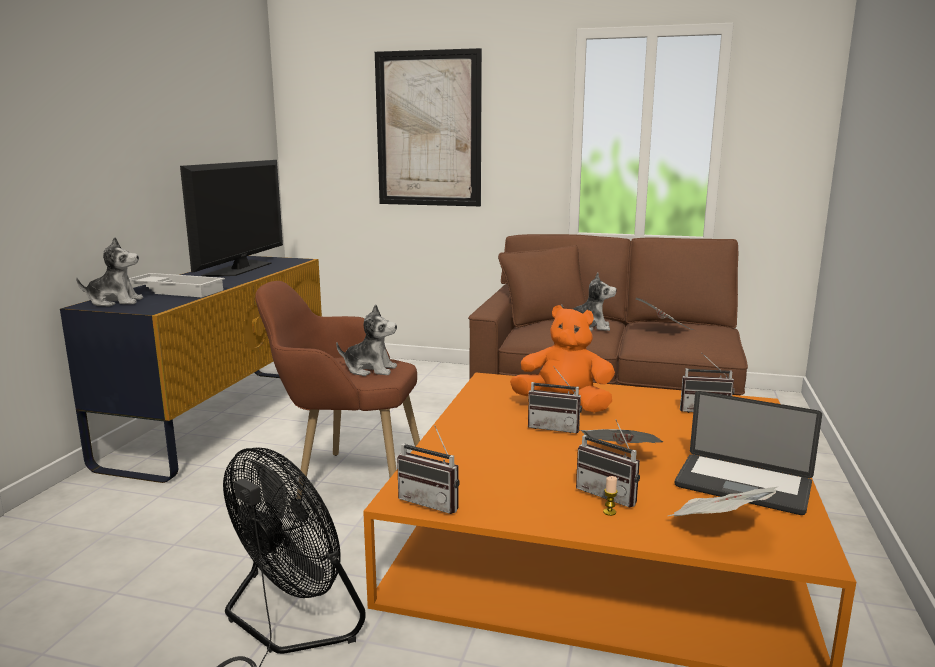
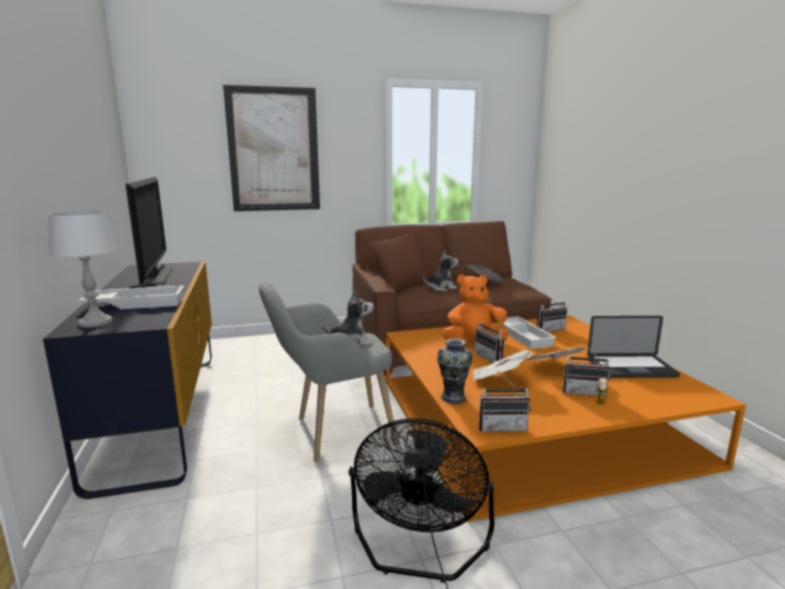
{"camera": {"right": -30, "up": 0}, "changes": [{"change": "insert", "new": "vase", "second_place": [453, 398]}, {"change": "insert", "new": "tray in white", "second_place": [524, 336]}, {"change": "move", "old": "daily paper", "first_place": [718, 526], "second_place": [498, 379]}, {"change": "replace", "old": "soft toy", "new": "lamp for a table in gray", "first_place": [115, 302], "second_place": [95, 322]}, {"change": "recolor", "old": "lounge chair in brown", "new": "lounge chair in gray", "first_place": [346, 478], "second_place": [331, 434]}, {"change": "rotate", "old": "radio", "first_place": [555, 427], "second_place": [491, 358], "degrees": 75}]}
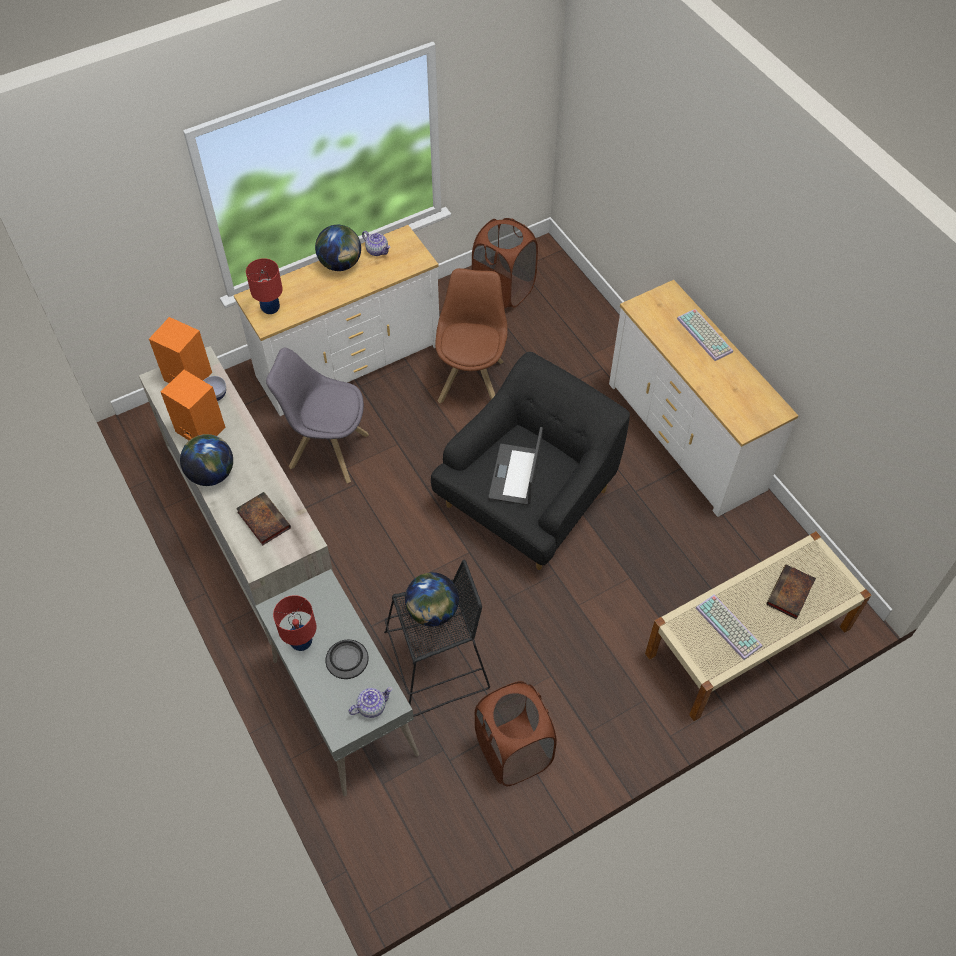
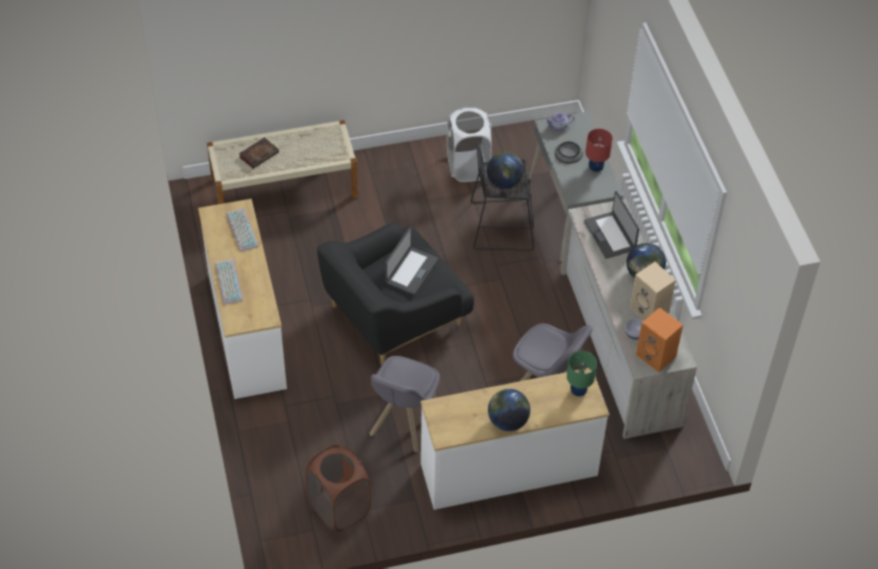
{"camera": {"right": -165, "up": -5}, "changes": [{"change": "delete", "old": "tea pot", "first_place": [377, 250]}, {"change": "move", "old": "PC keyboard", "first_place": [730, 627], "second_place": [241, 229]}, {"change": "replace", "old": "volume", "new": "portable computer", "first_place": [262, 519], "second_place": [610, 235]}, {"change": "recolor", "old": "audio speaker in orange-coloured", "new": "audio speaker in beige-coloured", "first_place": [199, 429], "second_place": [650, 310]}, {"change": "recolor", "old": "lamp for a table in red", "new": "lamp for a table in green-coloured", "first_place": [270, 310], "second_place": [578, 390]}, {"change": "recolor", "old": "upright chair in brown", "new": "upright chair in gray", "first_place": [472, 381], "second_place": [404, 422]}, {"change": "recolor", "old": "hamper in brown", "new": "hamper in white", "first_place": [513, 752], "second_place": [467, 166]}]}
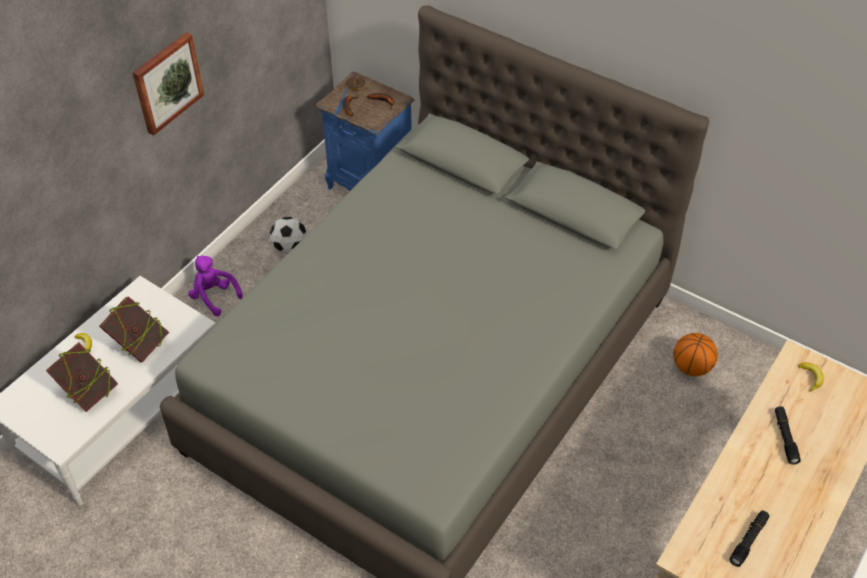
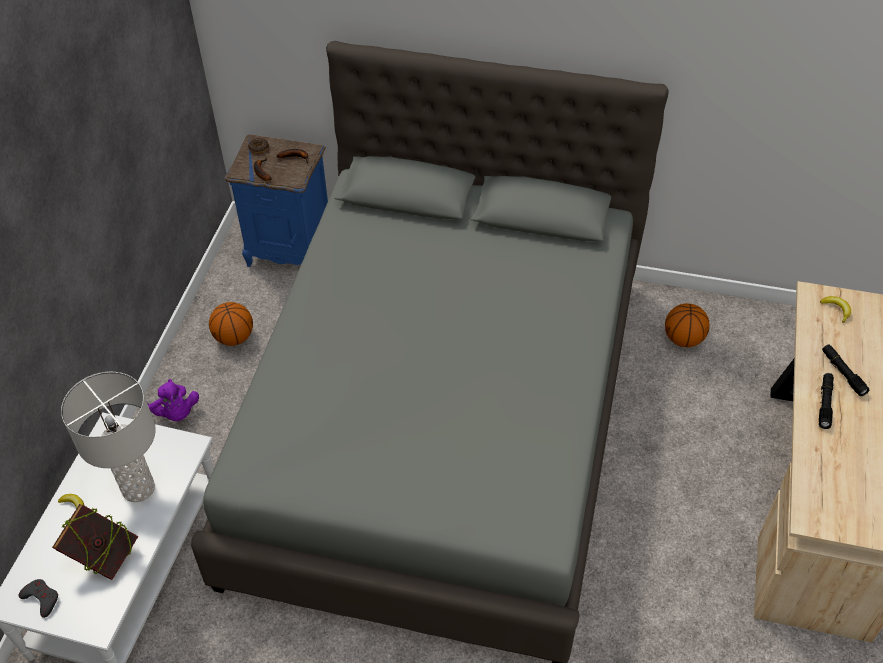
{"camera": {"right": -20, "up": 0}, "changes": [{"change": "delete", "old": "wall art", "first_place": [167, 82]}, {"change": "insert", "new": "gamepad in gray", "second_place": [41, 598]}, {"change": "move", "old": "flashlight in blackish", "first_place": [748, 540], "second_place": [825, 403]}, {"change": "replace", "old": "volume", "new": "lamp for a table in white", "first_place": [140, 345], "second_place": [138, 487]}, {"change": "replace", "old": "football ball", "new": "basketball", "first_place": [290, 247], "second_place": [234, 338]}, {"change": "rotate", "old": "soft toy in purple", "first_place": [214, 296], "second_place": [175, 413], "degrees": -150}]}
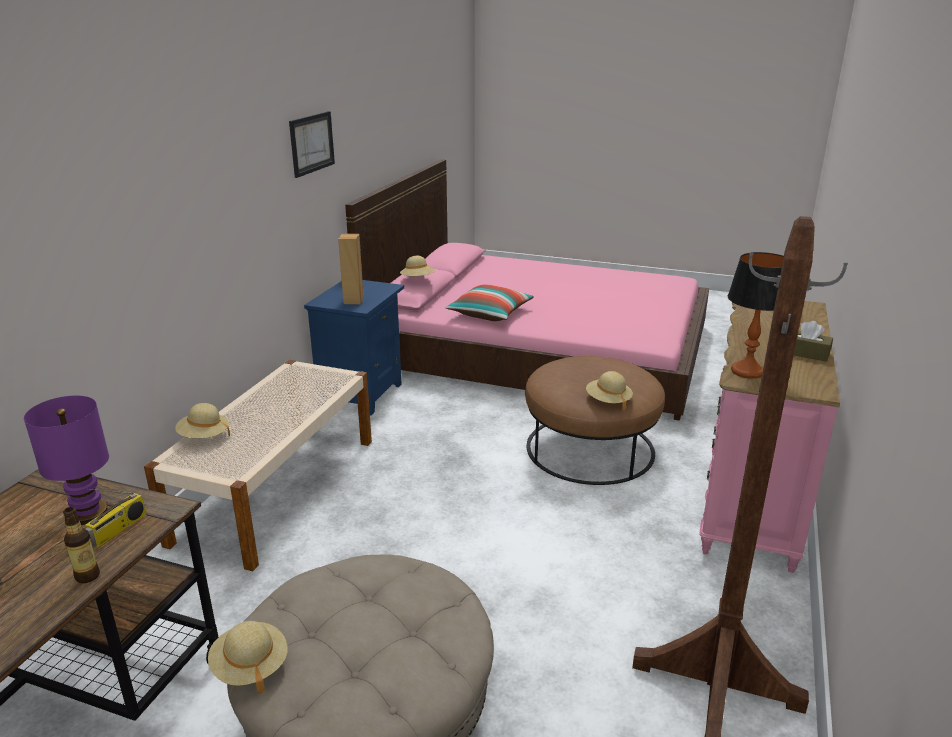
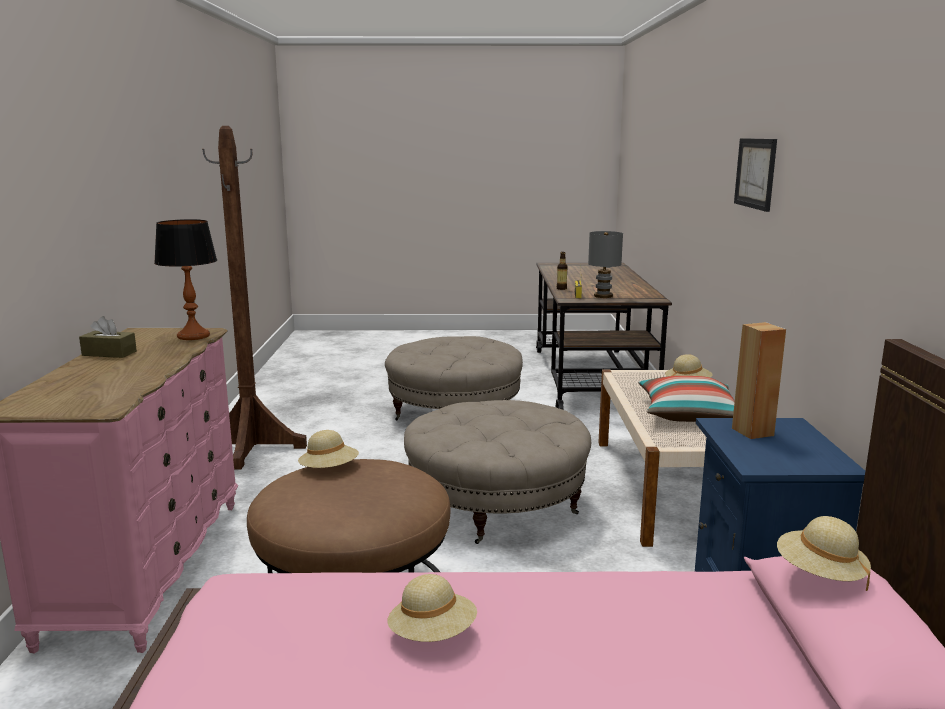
{"camera": {"right": 160, "up": -10}, "changes": [{"change": "insert", "new": "pouffe in beige-coloured", "second_place": [496, 505]}, {"change": "move", "old": "clothing hat in beige-coloured", "first_place": [250, 666], "second_place": [433, 635]}, {"change": "move", "old": "wall art", "first_place": [311, 143], "second_place": [755, 173]}, {"change": "move", "old": "throw pillow", "first_place": [490, 314], "second_place": [688, 414]}, {"change": "recolor", "old": "lamp for a table in purple", "new": "lamp for a table in gray", "first_place": [88, 514], "second_place": [602, 296]}]}
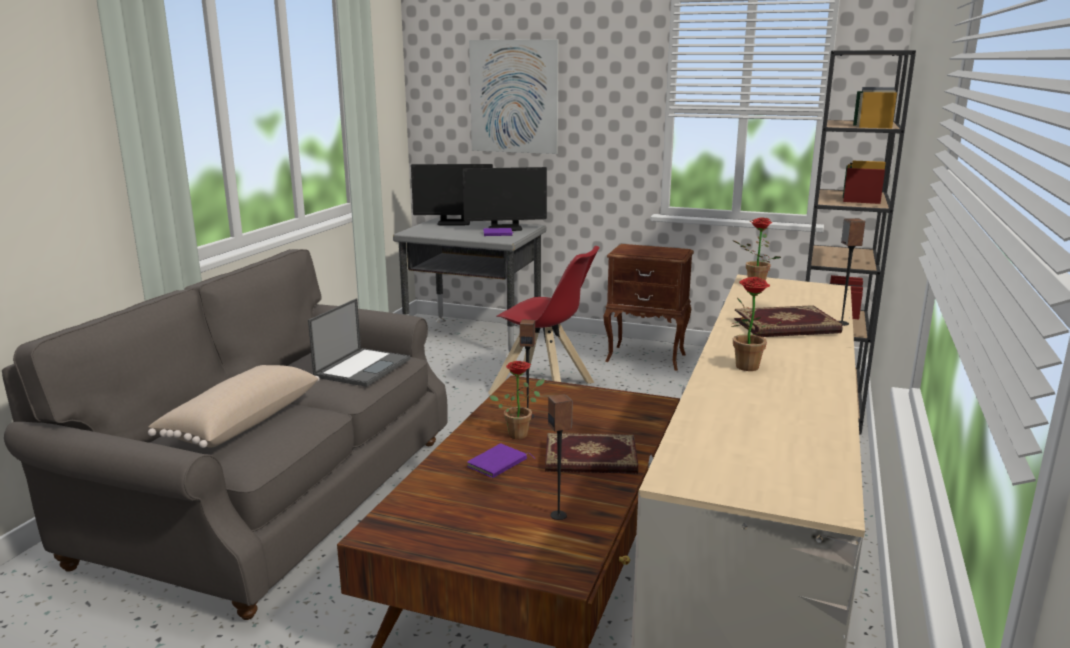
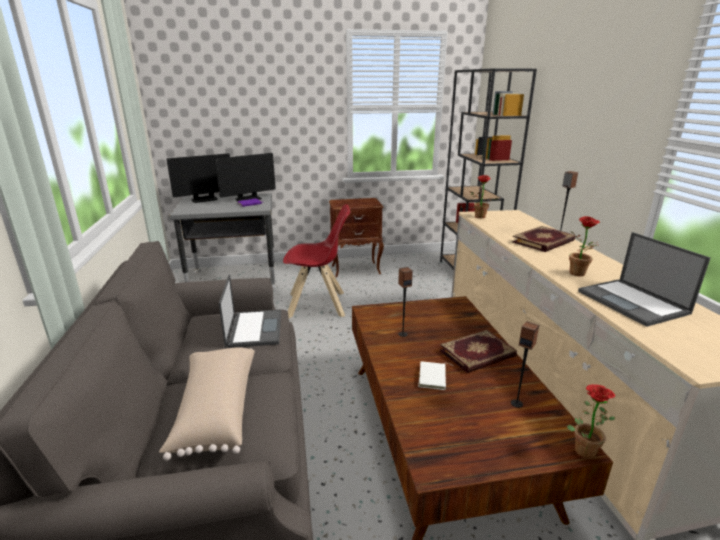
{"camera": {"right": -30, "up": 5}, "changes": [{"change": "delete", "old": "wall art", "first_place": [514, 97]}, {"change": "insert", "new": "portable computer", "second_place": [633, 302]}, {"change": "move", "old": "potted plant", "first_place": [520, 433], "second_place": [583, 448]}, {"change": "recolor", "old": "volume in purple", "new": "volume in white", "first_place": [498, 464], "second_place": [433, 377]}]}
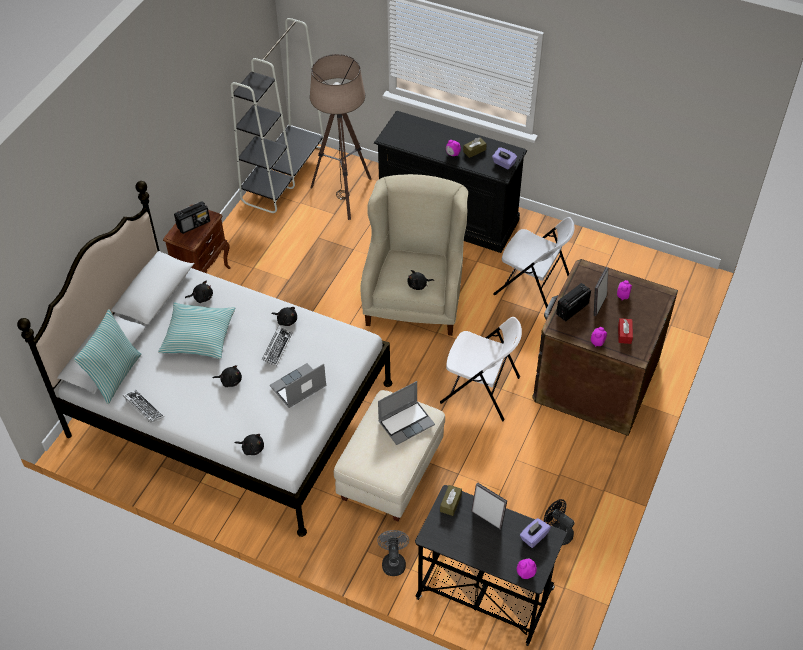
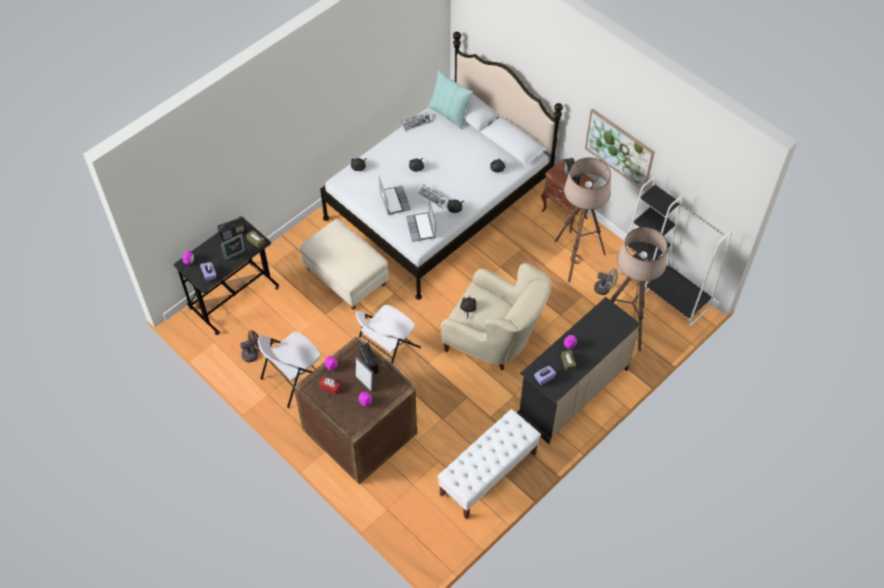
{"camera": {"right": 110, "up": 5}, "changes": [{"change": "delete", "old": "throw pillow", "first_place": [198, 336]}, {"change": "insert", "new": "radio", "second_place": [233, 234]}, {"change": "insert", "new": "indoor bench in white", "second_place": [488, 474]}, {"change": "insert", "new": "standard lamp", "second_place": [576, 258]}, {"change": "insert", "new": "wall art", "second_place": [619, 149]}, {"change": "move", "old": "electric fan in gray", "first_place": [393, 561], "second_place": [604, 289]}, {"change": "move", "old": "portable computer", "first_place": [406, 422], "second_place": [421, 228]}, {"change": "move", "old": "upright chair in white", "first_place": [532, 287], "second_place": [294, 378]}]}
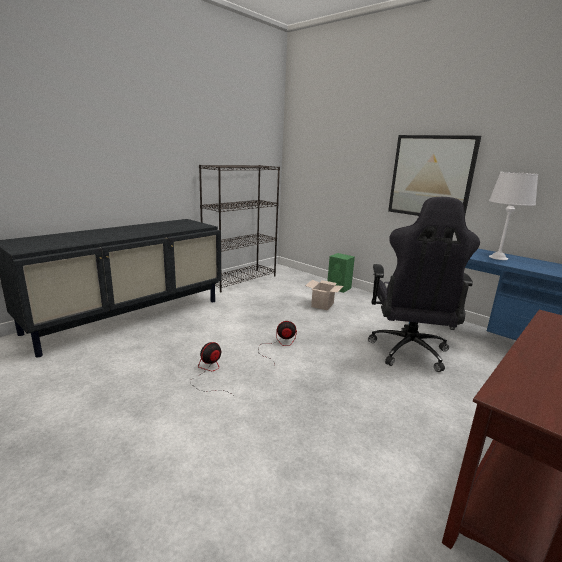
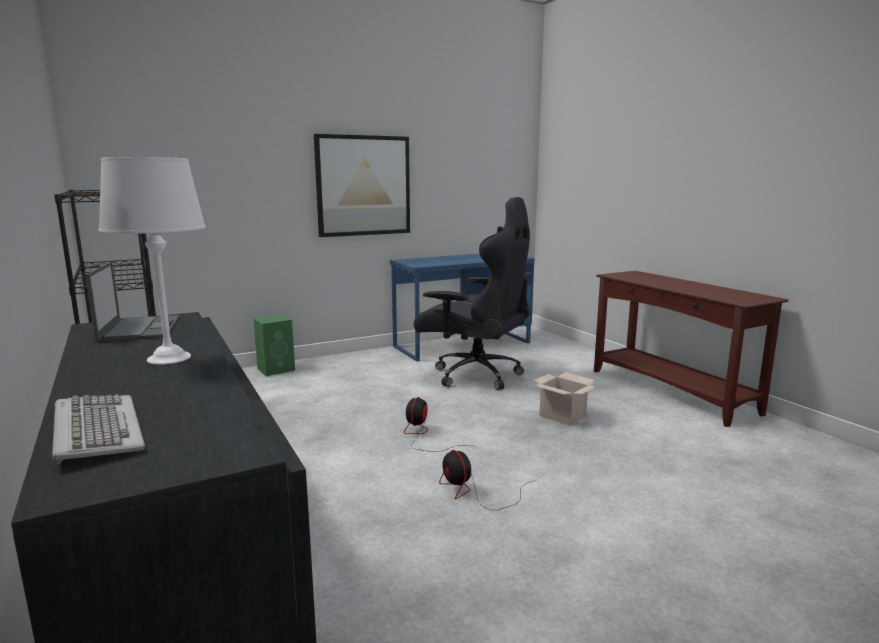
{"camera": {"right": -70, "up": -5}, "changes": [{"change": "insert", "new": "PC keyboard", "second_place": [95, 431]}, {"change": "insert", "new": "portable computer", "second_place": [140, 328]}, {"change": "move", "old": "cardboard box", "first_place": [322, 305], "second_place": [564, 416]}, {"change": "move", "old": "lamp for a table in white", "first_place": [498, 257], "second_place": [168, 358]}]}
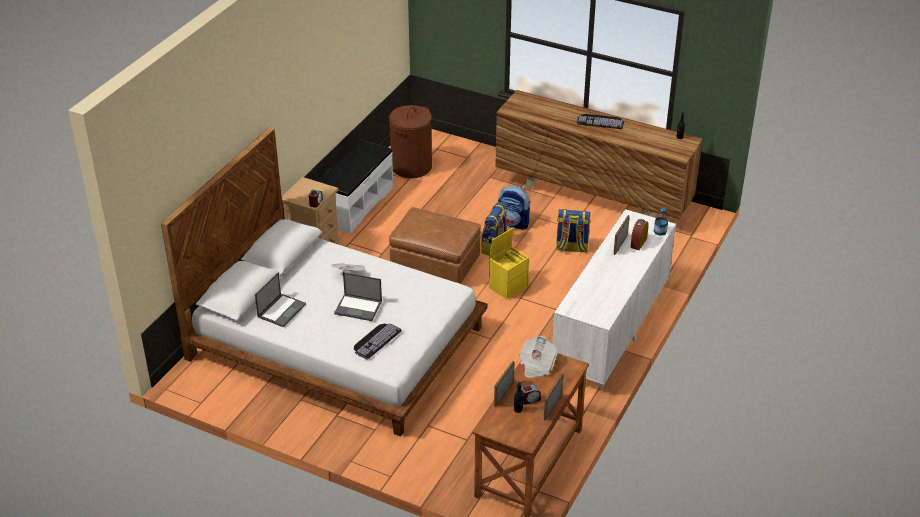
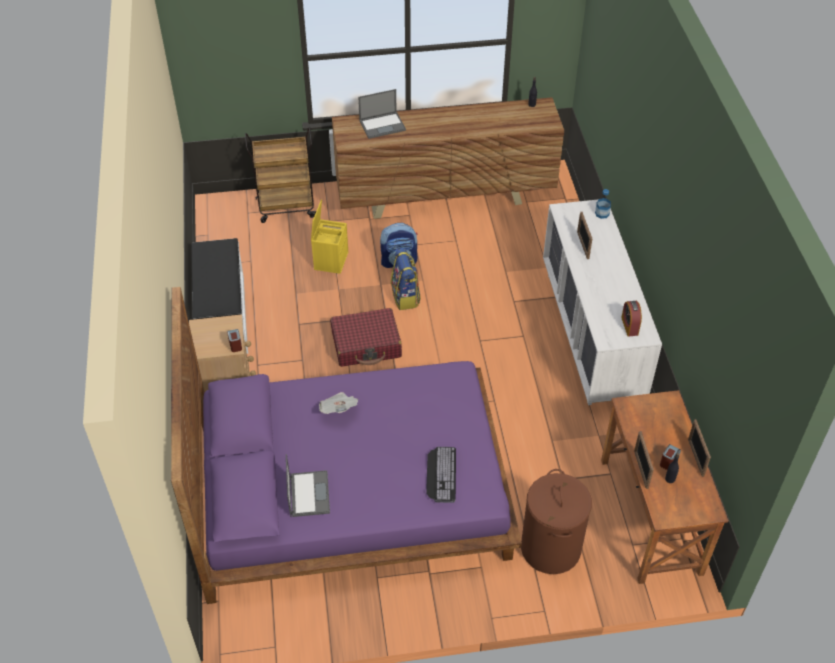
{"camera": {"right": -35, "up": 10}, "changes": [{"change": "delete", "old": "daily paper", "first_place": [536, 365]}, {"change": "delete", "old": "rucksack", "first_place": [571, 248]}, {"change": "delete", "old": "PC keyboard", "first_place": [600, 121]}, {"change": "insert", "new": "wheeled cart in brown", "second_place": [287, 208]}, {"change": "move", "old": "portable computer", "first_place": [359, 307], "second_place": [383, 125]}, {"change": "move", "old": "hamper in brown", "first_place": [411, 167], "second_place": [551, 548]}, {"change": "move", "old": "storage box in yellow", "first_place": [508, 286], "second_place": [330, 260]}, {"change": "move", "old": "table clock", "first_place": [638, 243], "second_place": [629, 326]}, {"change": "replace", "old": "pouffe in brown", "new": "piece of luggage in red", "first_place": [435, 264], "second_place": [366, 345]}, {"change": "recolor", "old": "sleeping bed in white", "new": "sleeping bed in purple", "first_place": [338, 342], "second_place": [352, 487]}]}
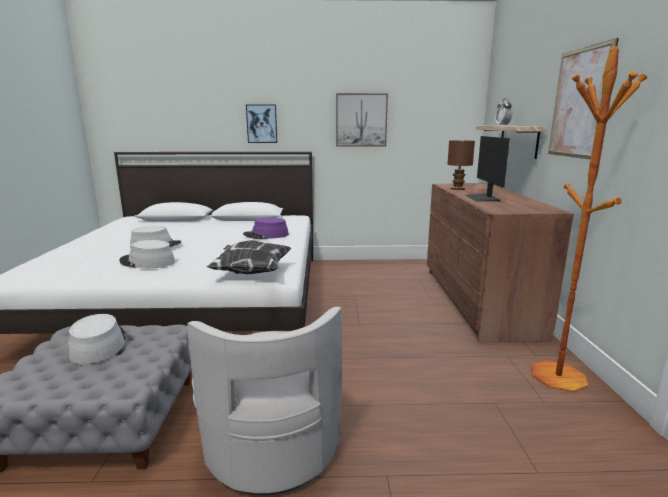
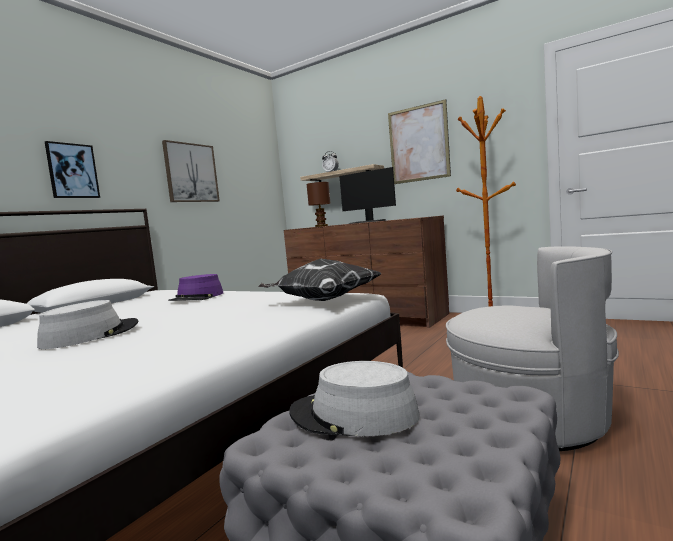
{"camera": {"right": -55, "up": -10}, "changes": [{"change": "delete", "old": "clothing hat in gray", "first_place": [147, 262]}]}
